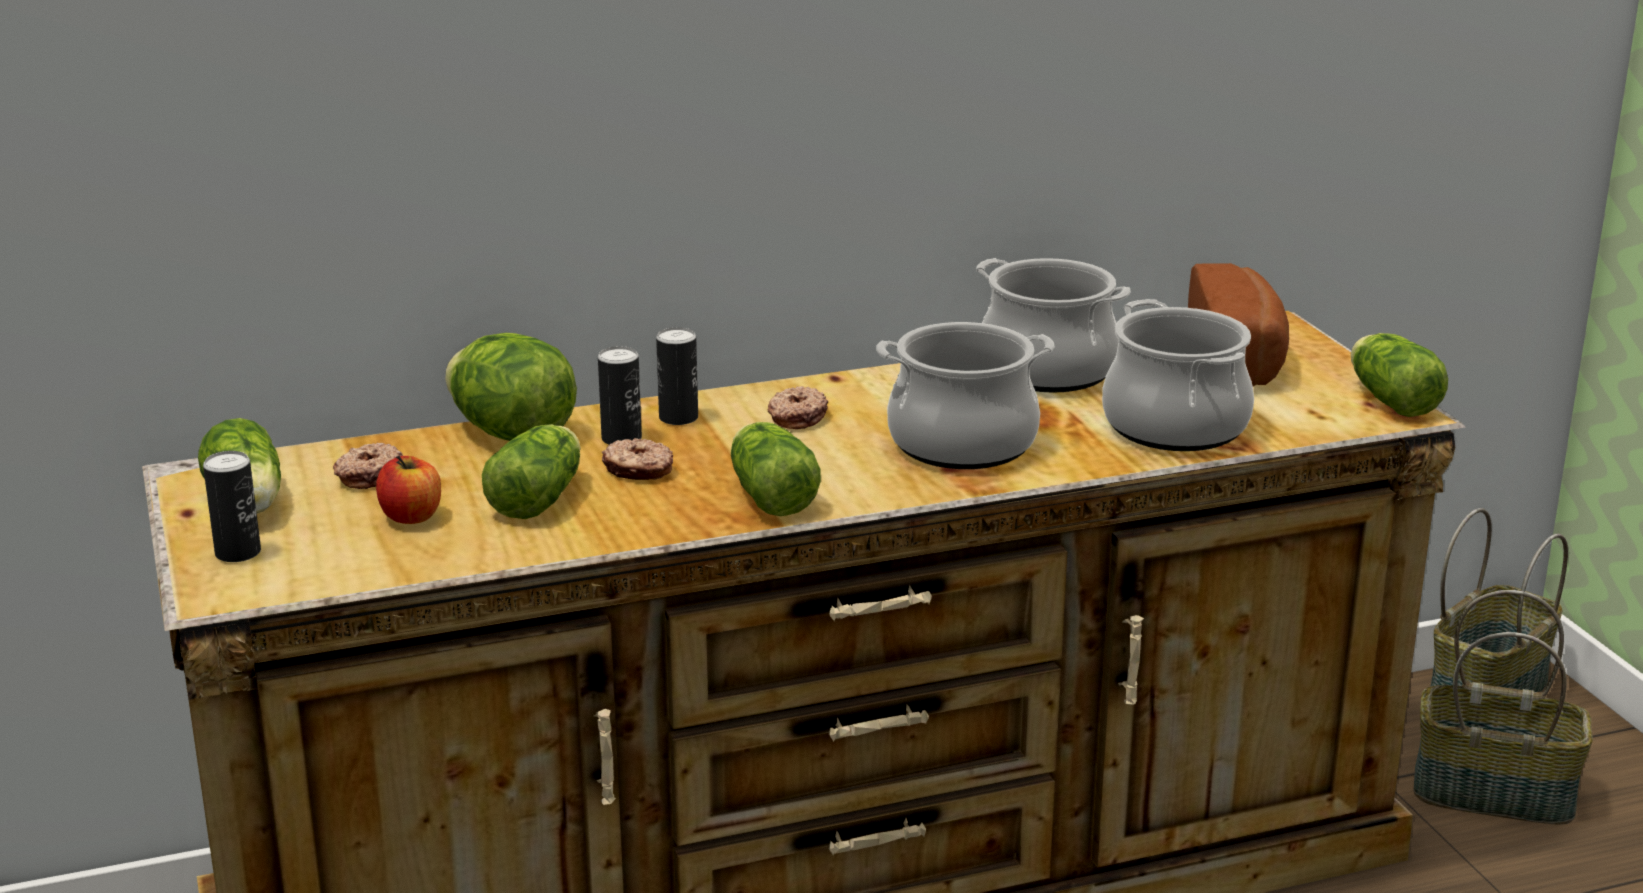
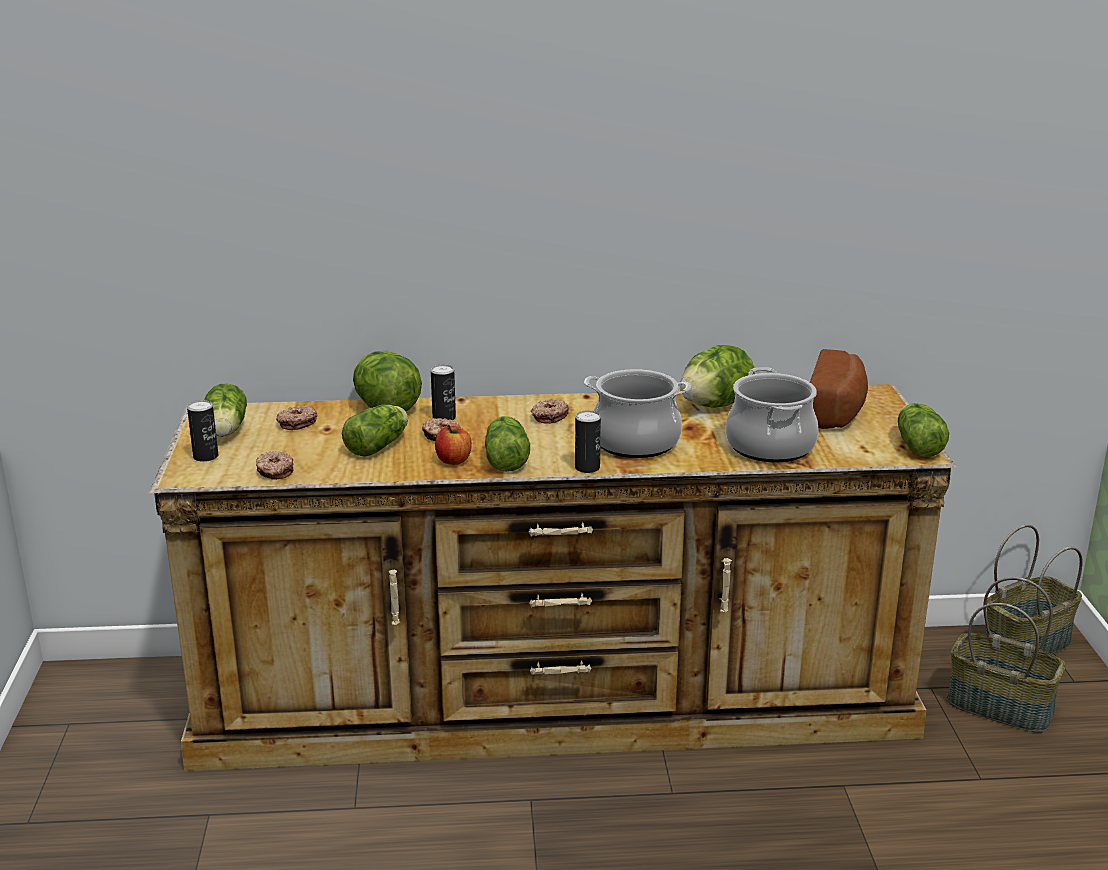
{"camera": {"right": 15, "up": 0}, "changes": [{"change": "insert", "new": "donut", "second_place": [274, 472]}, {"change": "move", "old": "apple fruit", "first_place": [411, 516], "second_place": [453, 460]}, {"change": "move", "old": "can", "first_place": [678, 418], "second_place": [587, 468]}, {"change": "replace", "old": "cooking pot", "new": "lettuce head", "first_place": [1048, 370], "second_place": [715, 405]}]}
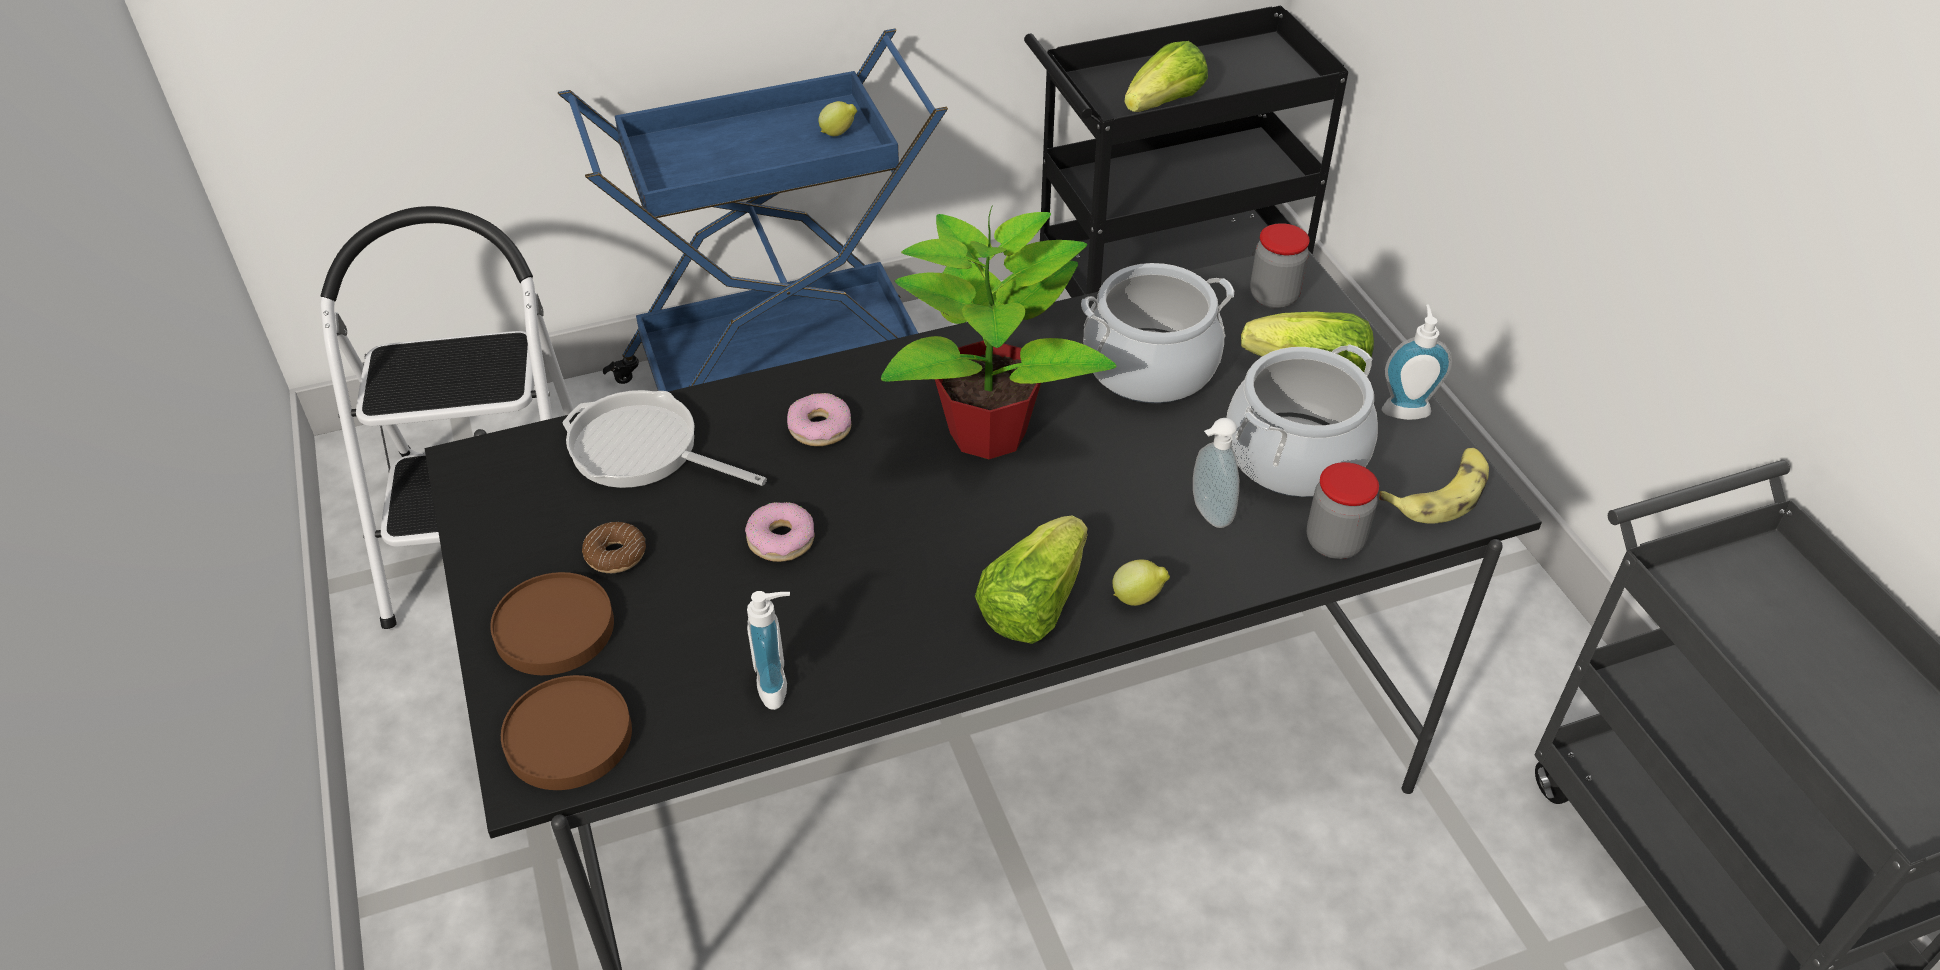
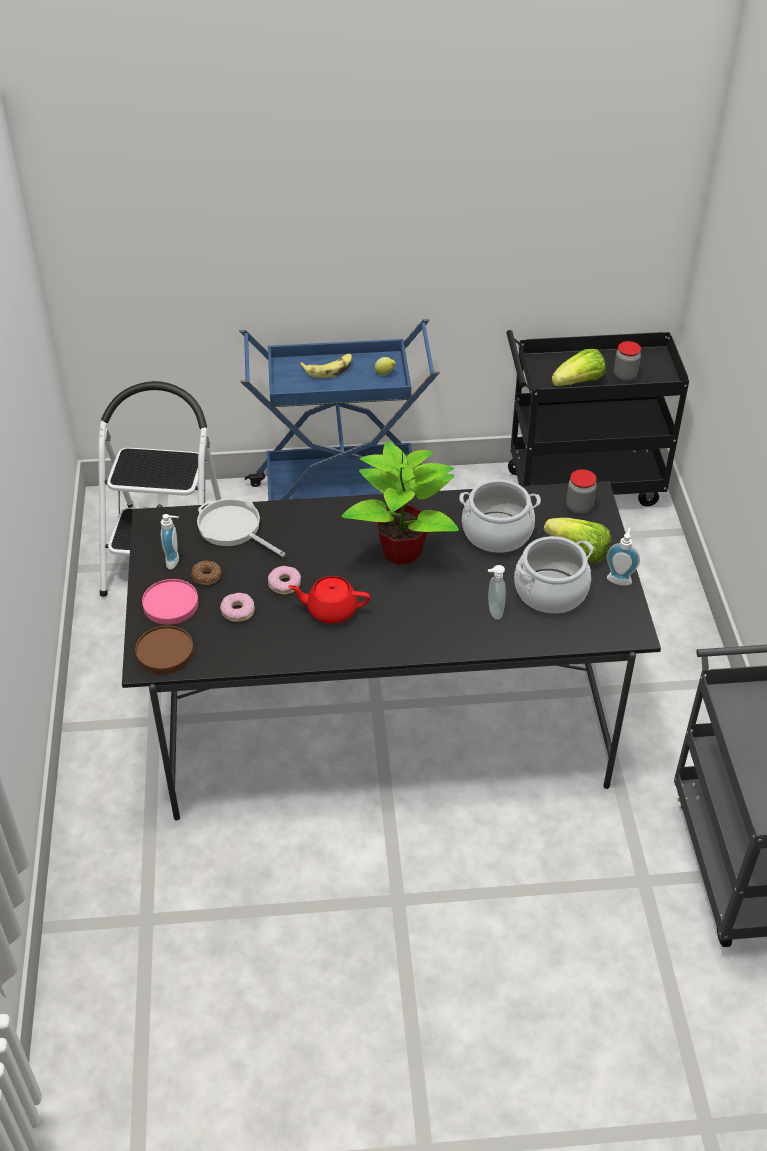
{"camera": {"right": 15, "up": 0}, "changes": [{"change": "delete", "old": "lettuce head", "first_place": [1033, 604]}, {"change": "delete", "old": "lemon", "first_place": [1138, 598]}, {"change": "insert", "new": "tea pot in red", "second_place": [331, 610]}, {"change": "move", "old": "soap dispenser", "first_place": [779, 686], "second_place": [175, 561]}, {"change": "move", "old": "donut", "first_place": [820, 428], "second_place": [238, 611]}, {"change": "move", "old": "preserve jar", "first_place": [1334, 542], "second_place": [625, 376]}, {"change": "move", "old": "banana fruit", "first_place": [1439, 494], "second_place": [329, 369]}, {"change": "recolor", "old": "plate in brown", "new": "plate in pink", "first_place": [553, 628], "second_place": [170, 604]}]}
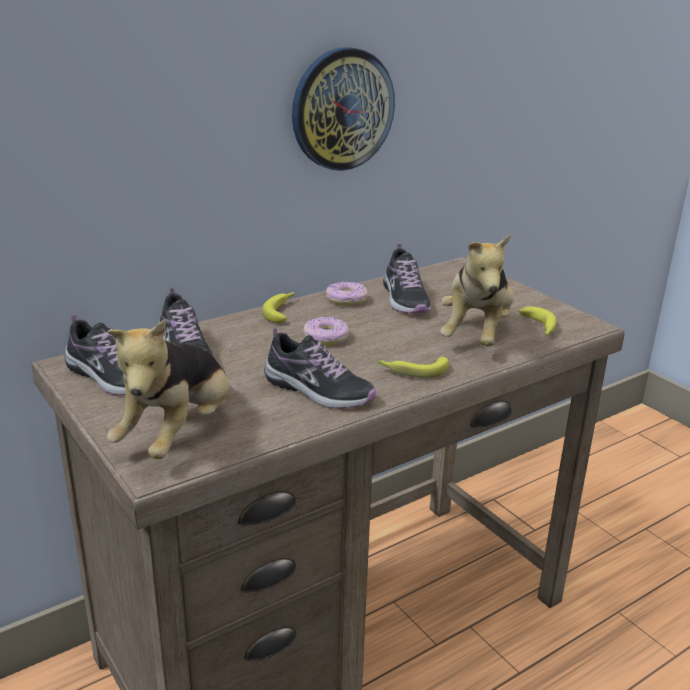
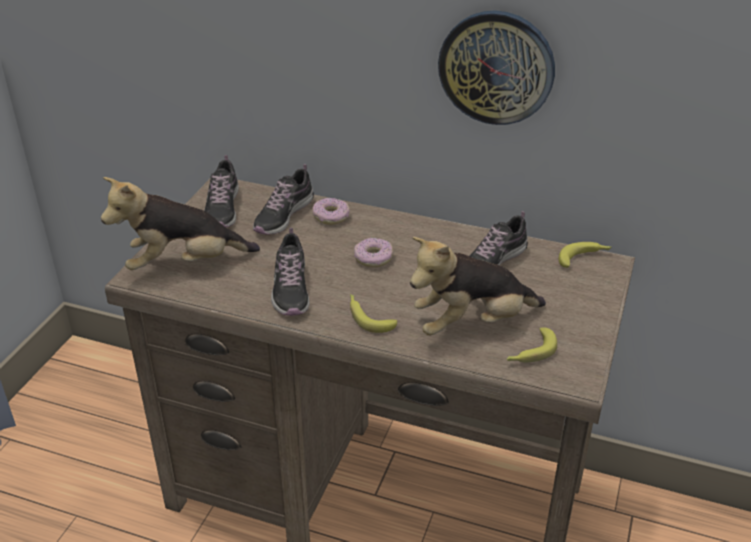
{"camera": {"right": 55, "up": 10}, "changes": [{"change": "move", "old": "banana fruit", "first_place": [282, 311], "second_place": [584, 258]}, {"change": "move", "old": "donut", "first_place": [346, 300], "second_place": [331, 216]}]}
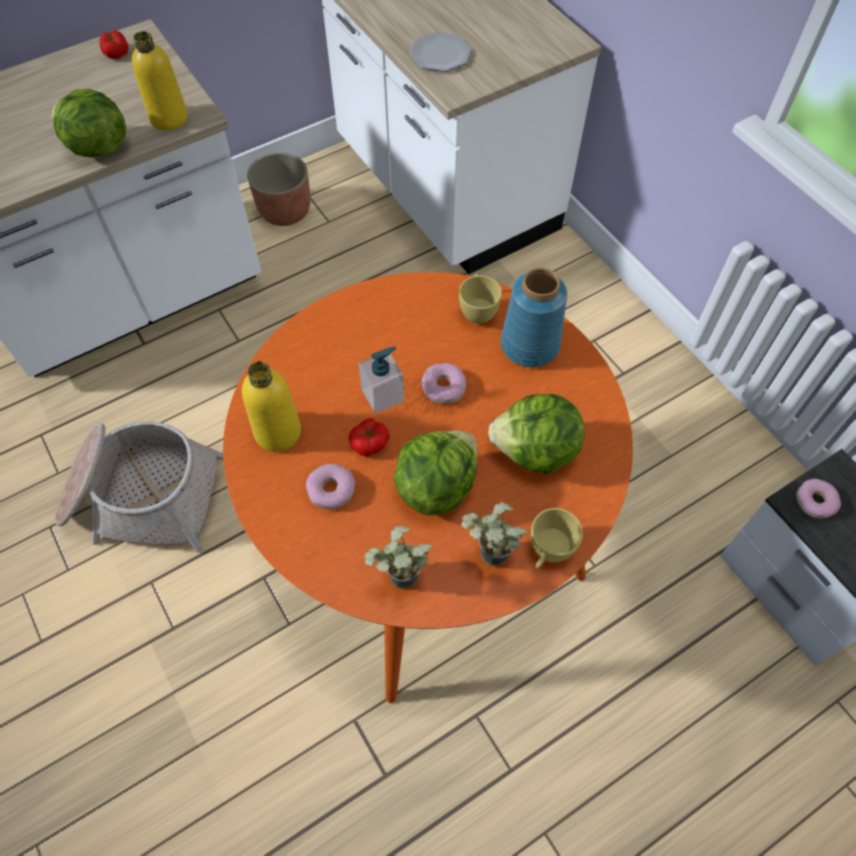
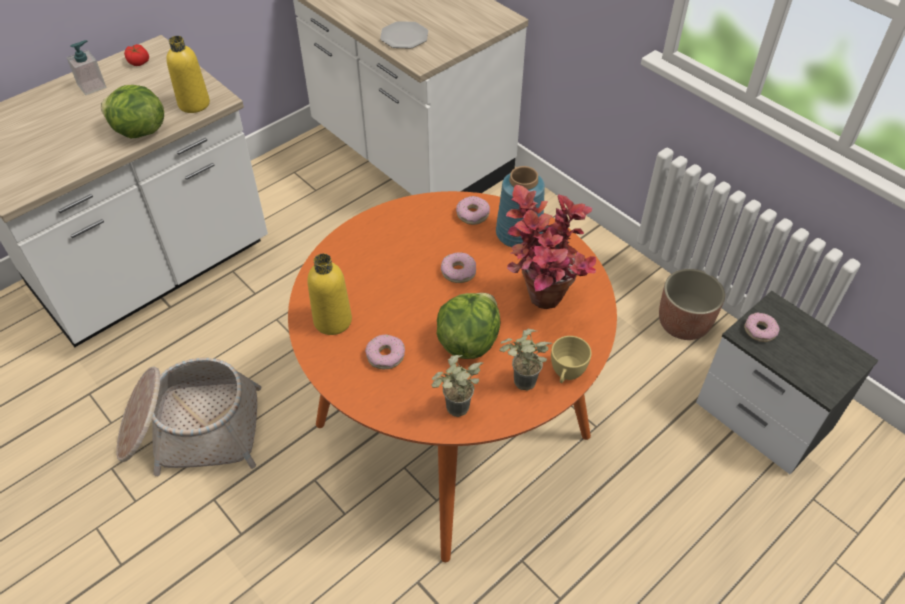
{"camera": {"right": -10, "up": -10}, "changes": [{"change": "delete", "old": "fresh tomato", "first_place": [370, 443]}, {"change": "move", "old": "planter", "first_place": [285, 211], "second_place": [684, 323]}, {"change": "move", "old": "soap dispenser", "first_place": [383, 395], "second_place": [92, 86]}, {"change": "replace", "old": "drinking cup in yellow", "new": "donut", "first_place": [477, 310], "second_place": [473, 214]}, {"change": "replace", "old": "lettuce head", "new": "potted plant", "first_place": [535, 452], "second_place": [540, 307]}]}
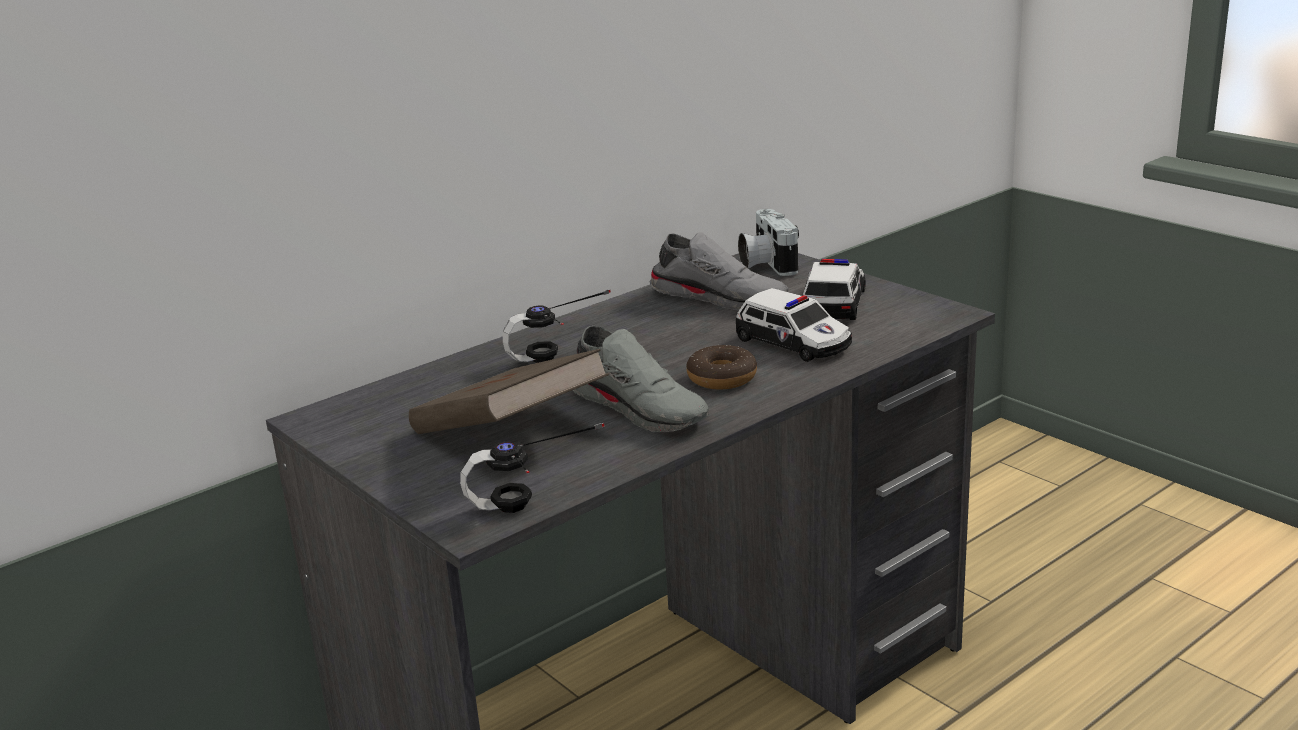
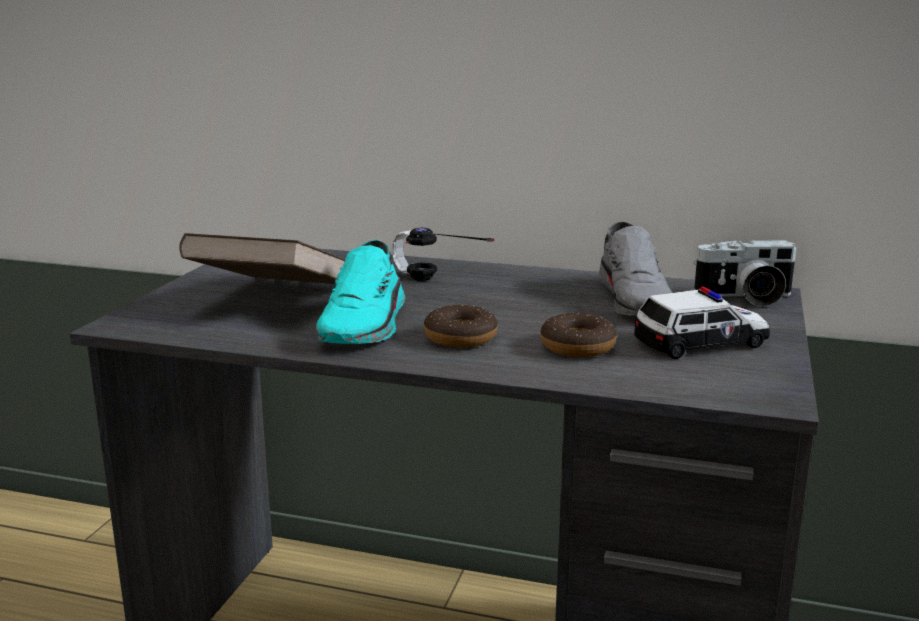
{"camera": {"right": 55, "up": -5}, "changes": [{"change": "delete", "old": "pair of headphones", "first_place": [540, 509]}, {"change": "replace", "old": "miniature car", "new": "donut", "first_place": [794, 343], "second_place": [577, 347]}, {"change": "recolor", "old": "shoe in gray", "new": "shoe in turquoise-coloured", "first_place": [641, 407], "second_place": [367, 325]}, {"change": "rotate", "old": "still camera", "first_place": [765, 264], "second_place": [746, 298], "degrees": -135}]}
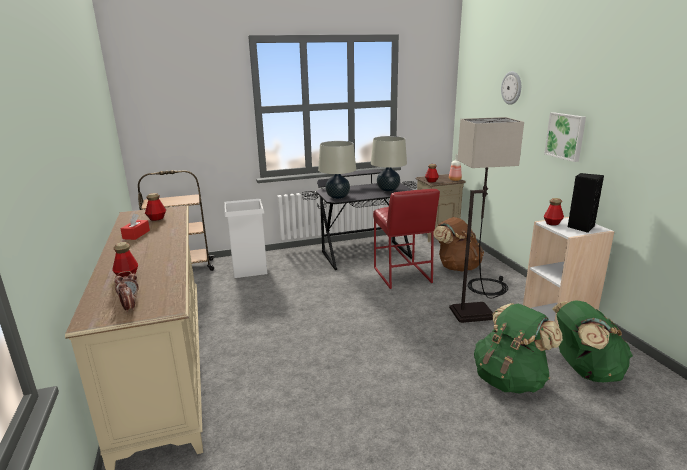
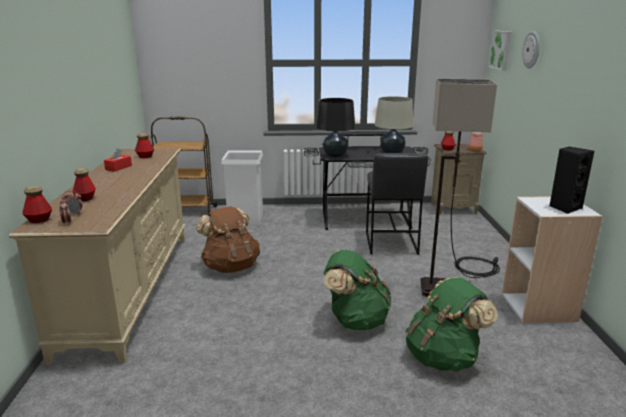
{"camera": {"right": 15, "up": 0}, "changes": [{"change": "move", "old": "rucksack in brown", "first_place": [457, 267], "second_place": [231, 266]}, {"change": "move", "old": "wall art", "first_place": [566, 136], "second_place": [501, 50]}, {"change": "move", "old": "drink bottle", "first_place": [552, 223], "second_place": [39, 220]}, {"change": "move", "old": "rucksack in green-coloured", "first_place": [584, 370], "second_place": [355, 320]}, {"change": "recolor", "old": "lamp for a table in beige-coloured", "new": "lamp for a table in blackish", "first_place": [338, 197], "second_place": [335, 155]}, {"change": "recolor", "old": "stool in red", "new": "stool in gray", "first_place": [402, 275], "second_place": [391, 243]}]}
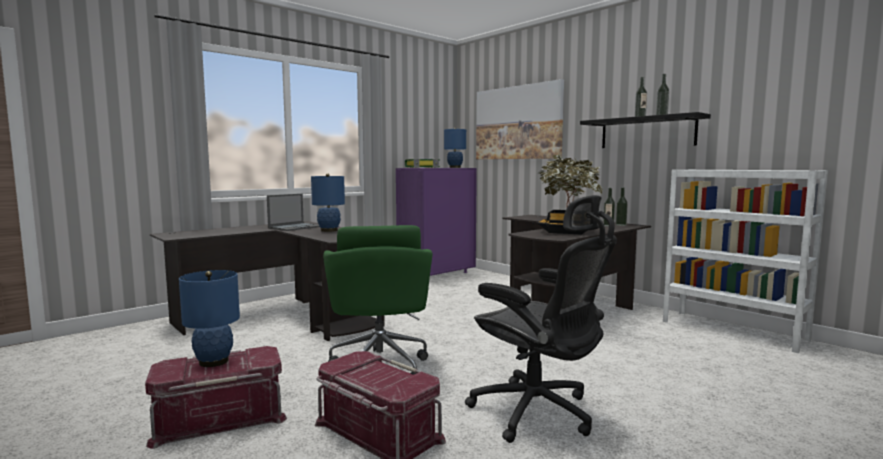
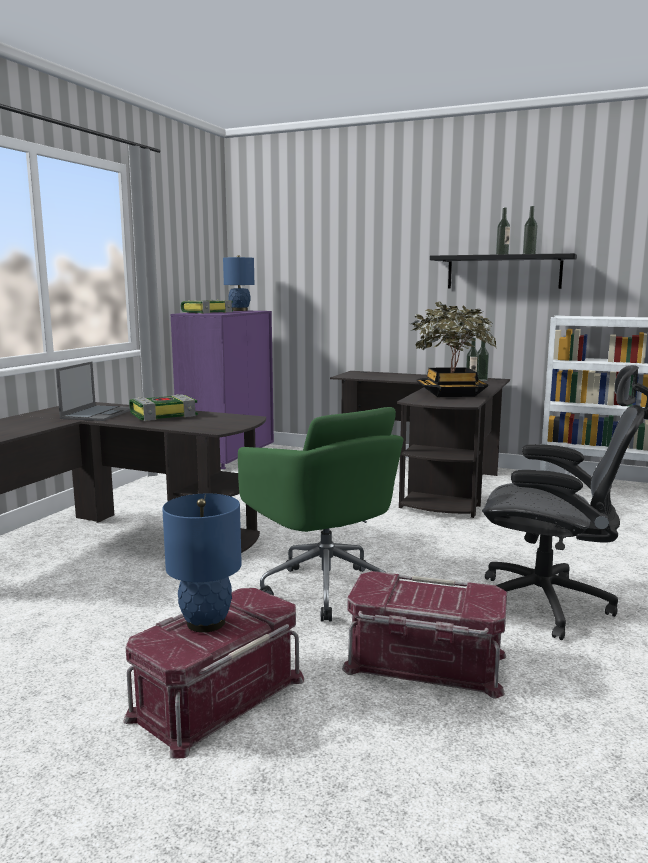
{"camera": {"right": -25, "up": 5}, "changes": [{"change": "delete", "old": "wall art", "first_place": [517, 123]}, {"change": "replace", "old": "lamp for a table in bluish", "new": "volume", "first_place": [329, 230], "second_place": [164, 415]}]}
